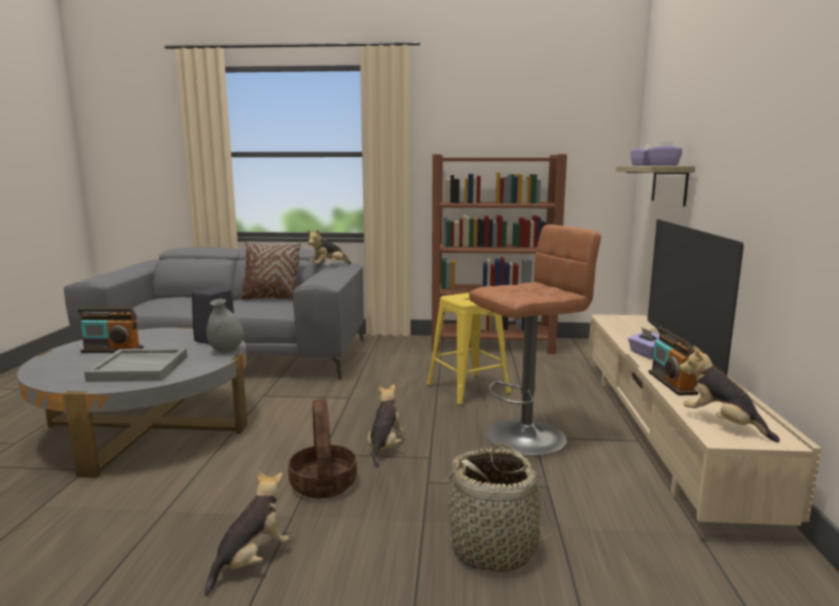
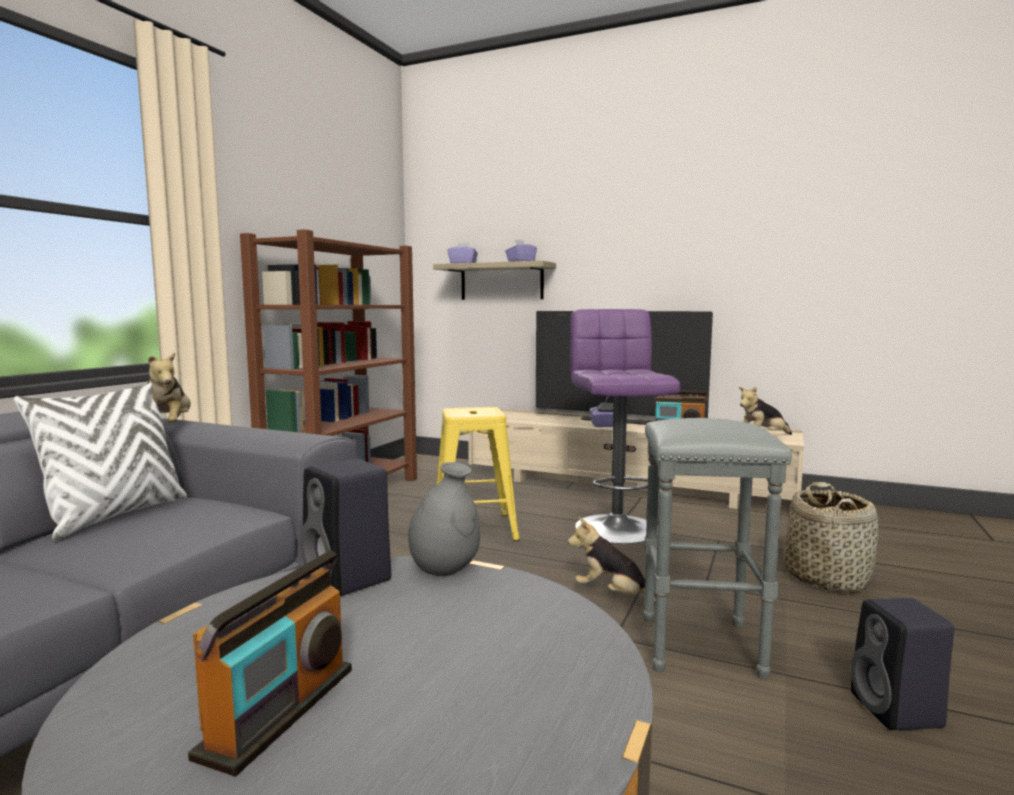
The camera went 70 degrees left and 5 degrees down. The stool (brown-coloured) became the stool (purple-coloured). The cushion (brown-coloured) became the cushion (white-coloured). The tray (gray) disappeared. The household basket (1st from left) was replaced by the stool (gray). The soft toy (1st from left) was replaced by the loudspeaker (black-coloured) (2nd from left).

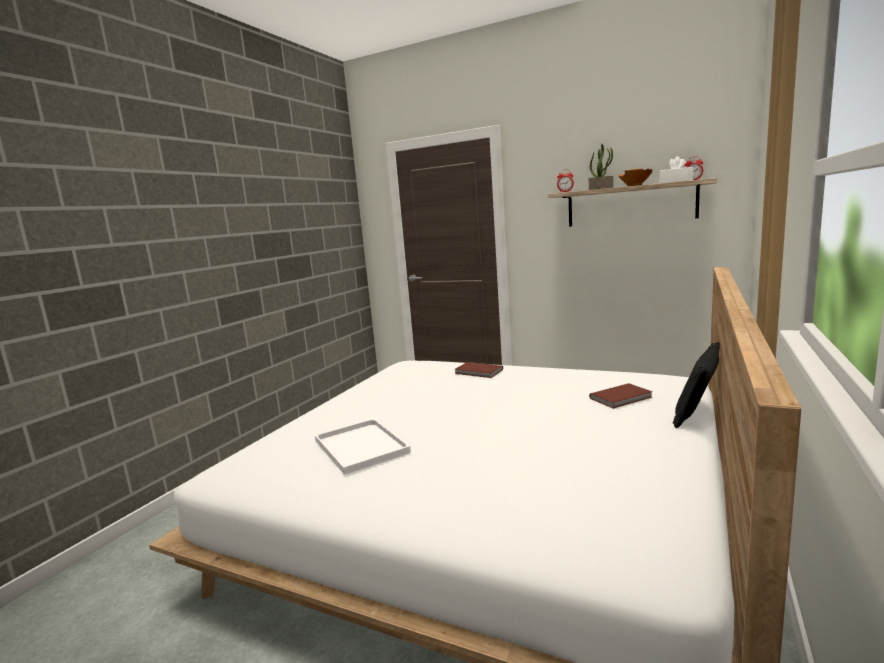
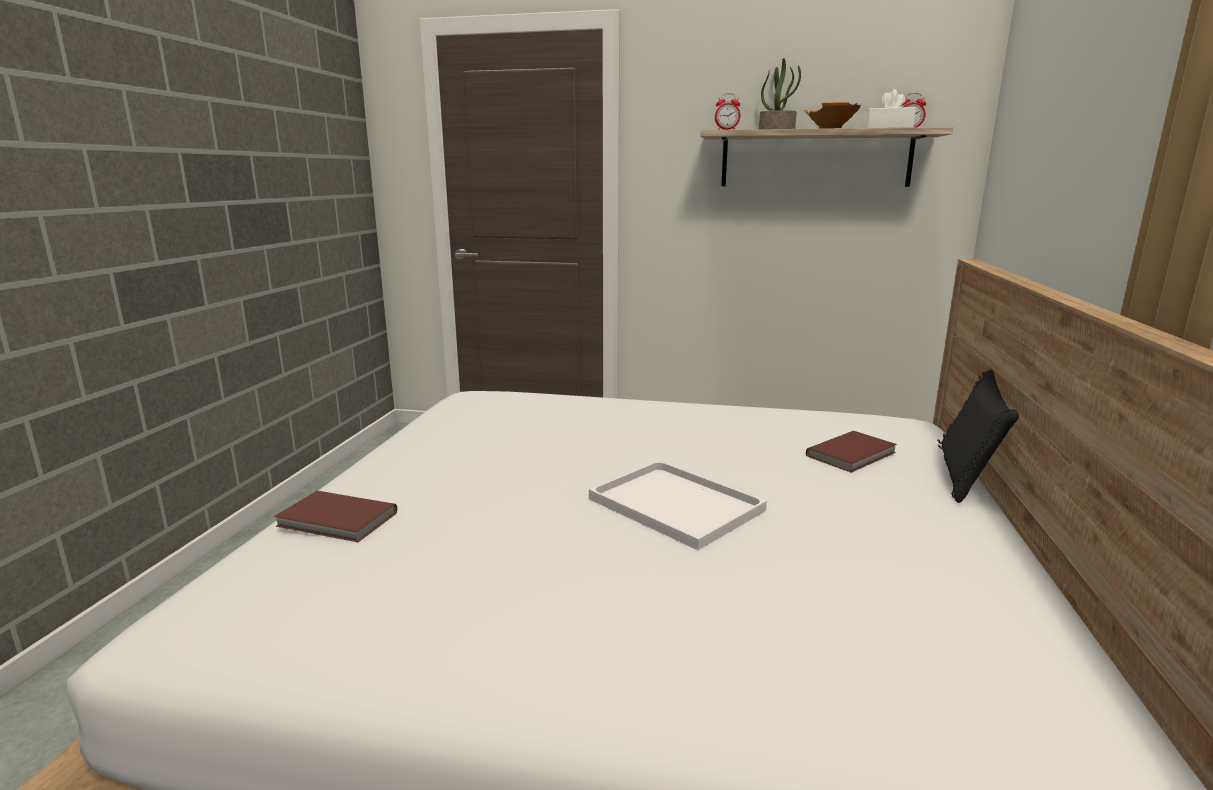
The camera went 15 degrees left and 5 degrees up. The bound book (brown-coloured) (1st from left) moved. The tray (white-coloured) moved.

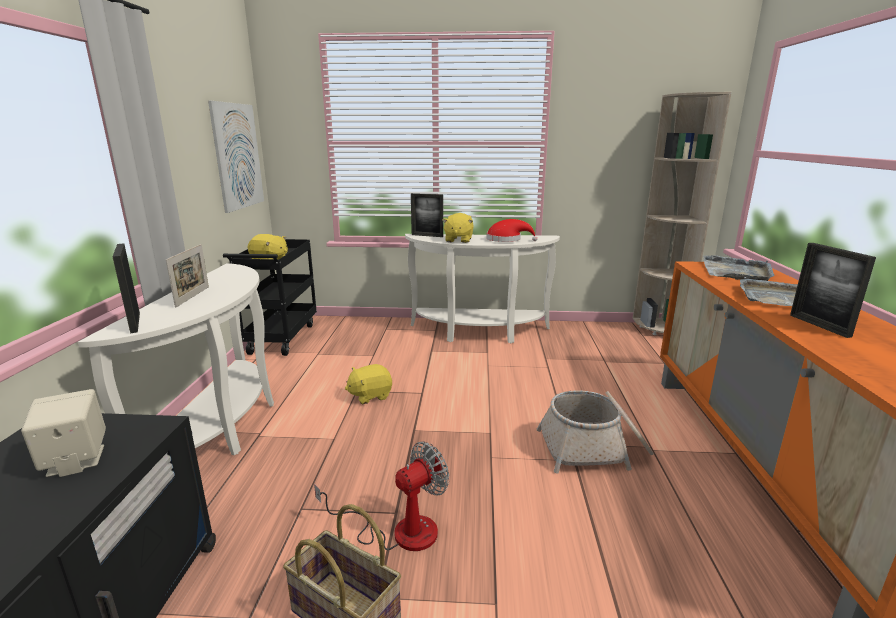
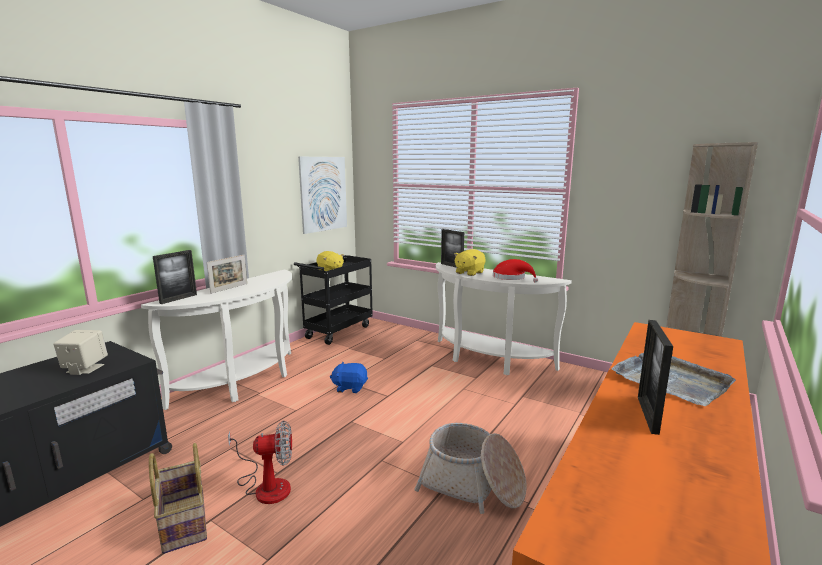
The camera went 30 degrees right and 5 degrees down. The picture frame (1st from left) turned 150 degrees counterclockwise. The tray (gray) (1st from left) disappeared. The soft toy (yellowish) (2nd from left) became the soft toy (blue-coloured).

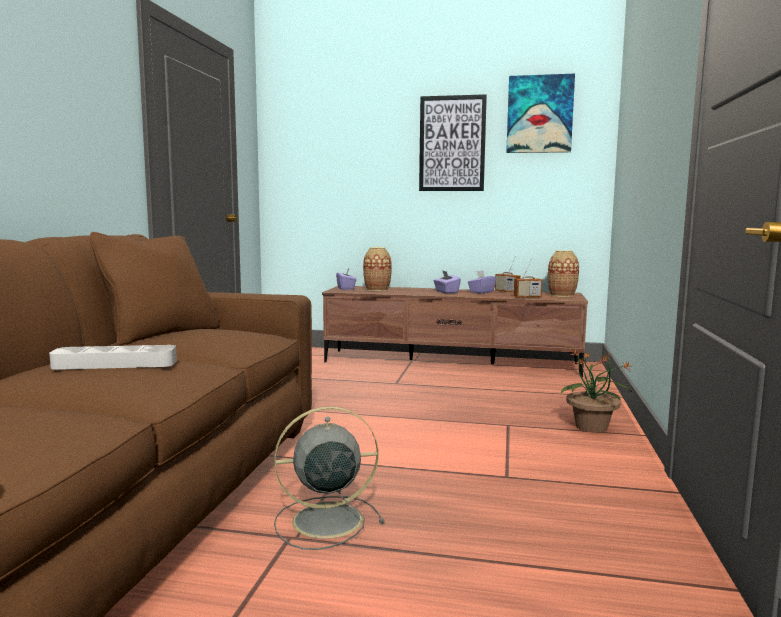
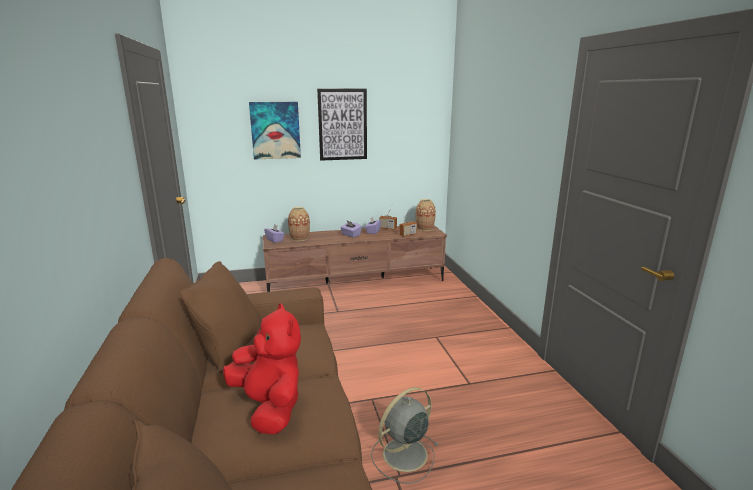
The camera went 25 degrees left and 10 degrees up. The wall art (2nd from left in the first image) moved. The tray (gray) was replaced by the soft toy (red). The potted plant disappeared.

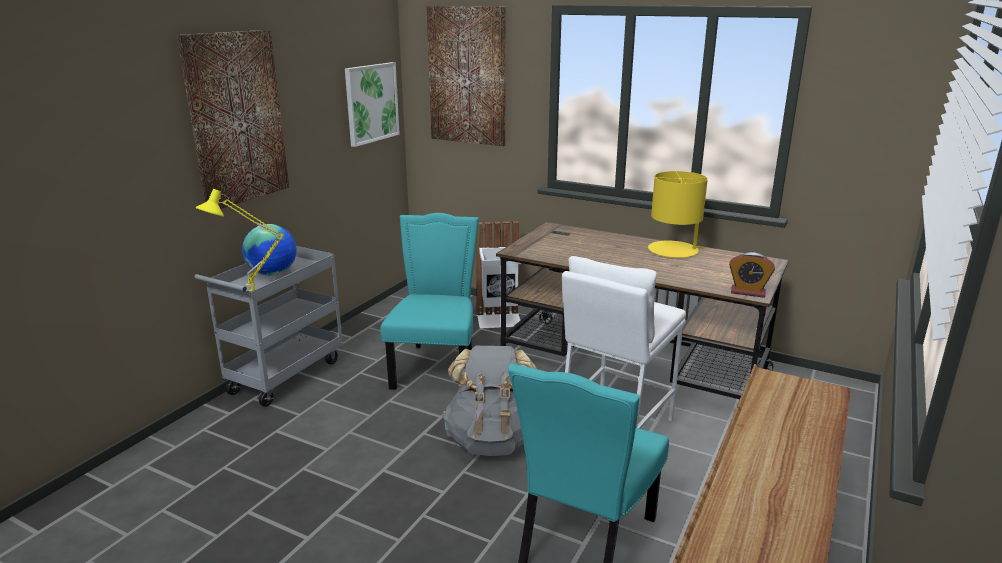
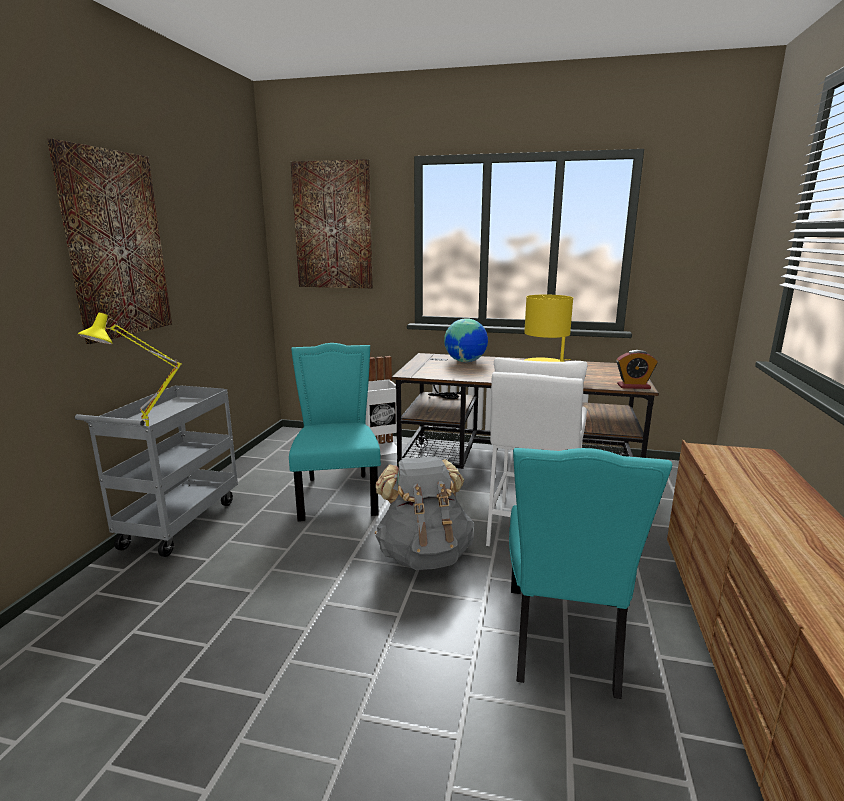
The camera went 15 degrees left and 5 degrees down. The wall art (2nd from left) disappeared. The desk globe moved.

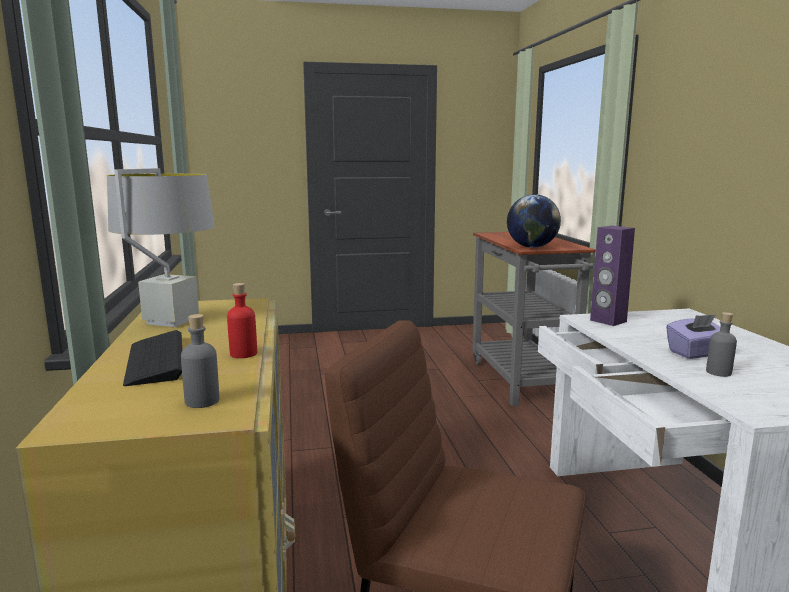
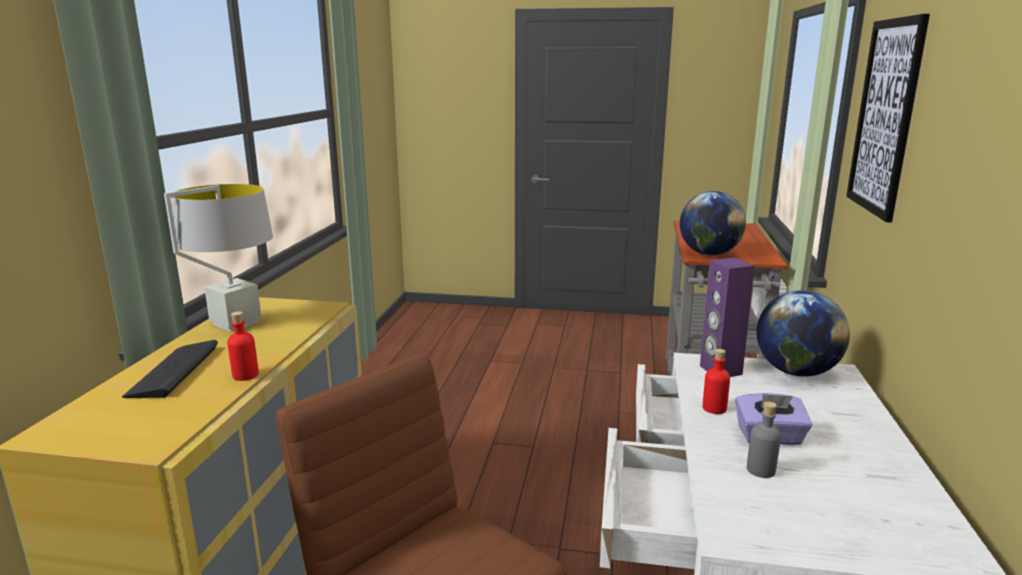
The camera went 20 degrees right and 5 degrees up. The beverage bottle (gray) (1st from left) disappeared. The wall art appeared. The desk globe (2nd from left) appeared. The beverage bottle (red) (2nd from left) appeared.

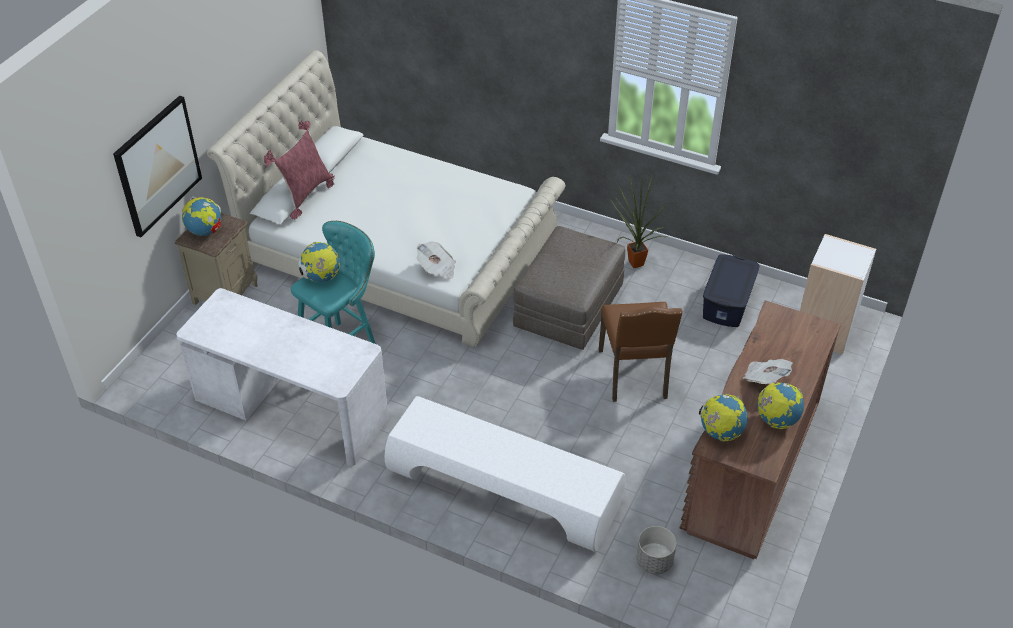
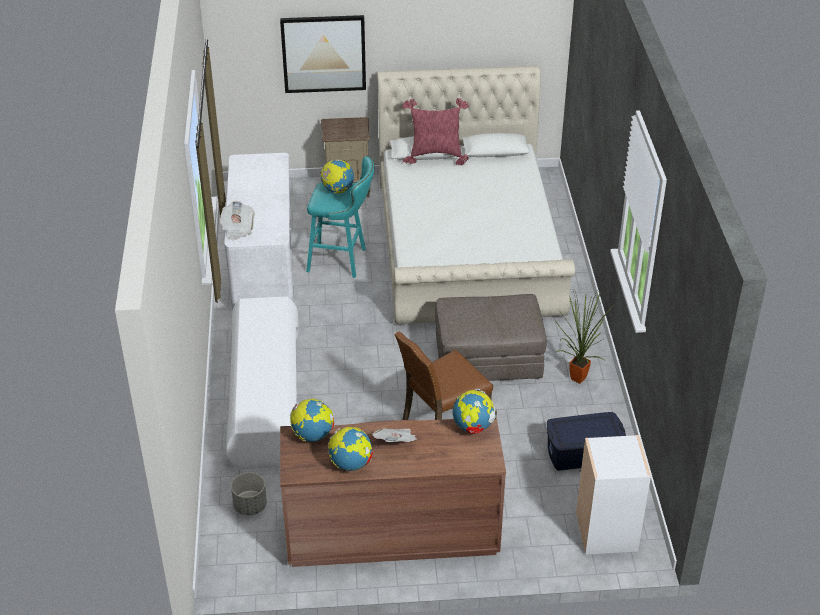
The camera went 60 degrees right and 5 degrees down. The desk globe (1st from left in the first image) moved. The printed paper (1st from left) moved.

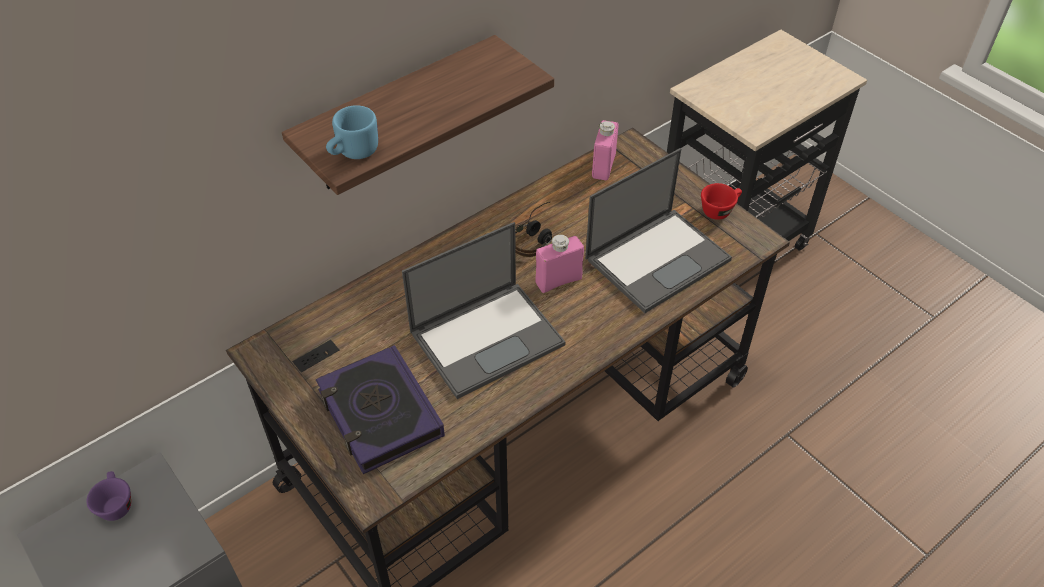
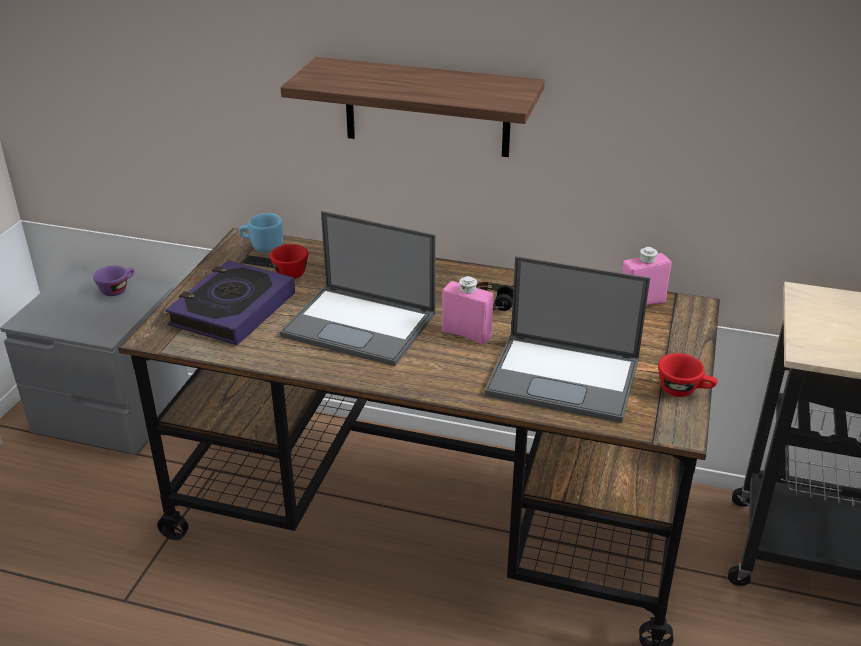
The camera went 55 degrees right and 15 degrees down. The tea mug (blue-coloured) moved. The drinking cup (red) (1st from left) appeared.

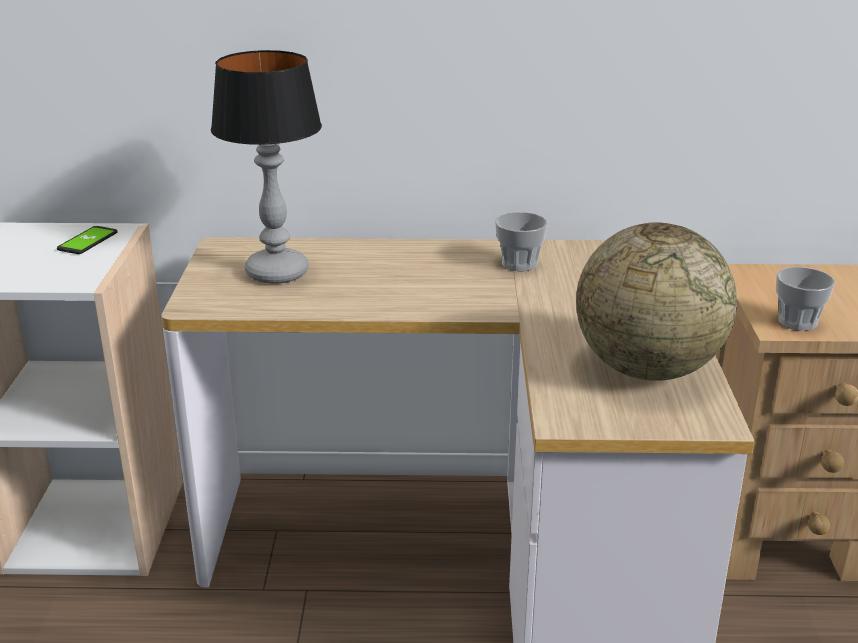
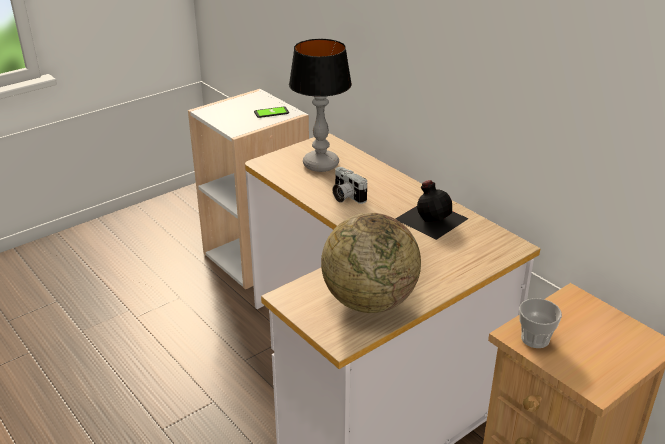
The camera went 50 degrees right and 5 degrees up. The drinking cup (1st from left) was replaced by the beverage bottle (black-coloured). The still camera appeared.

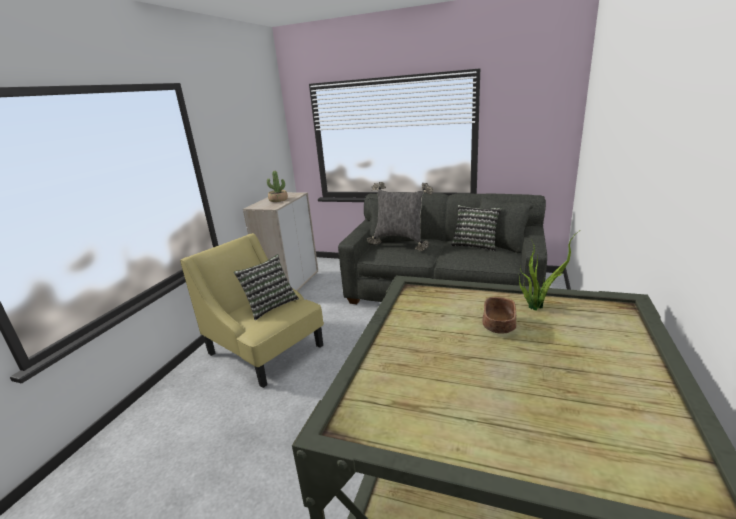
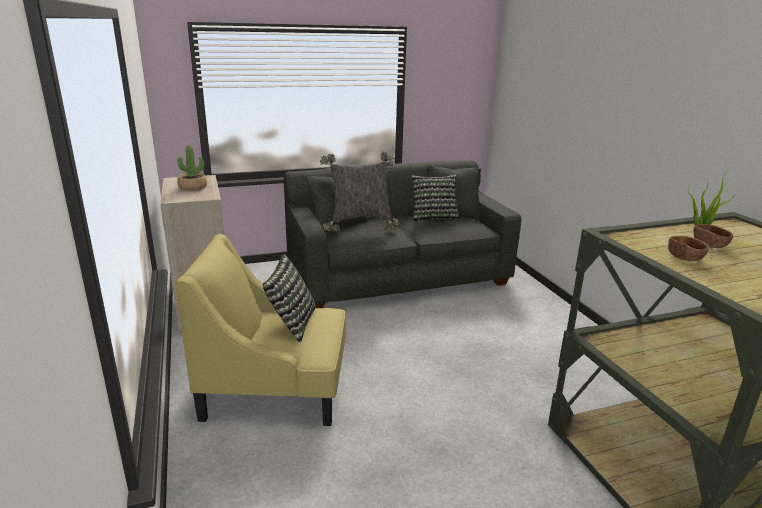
The camera went 40 degrees left and 0 degrees up. The serving bowl (brown-coloured) (1st from left) appeared.

